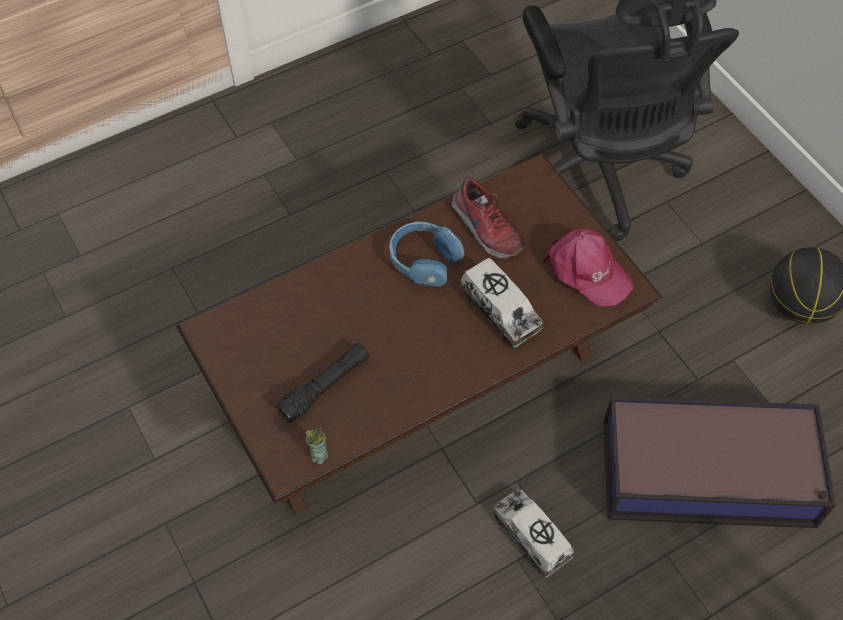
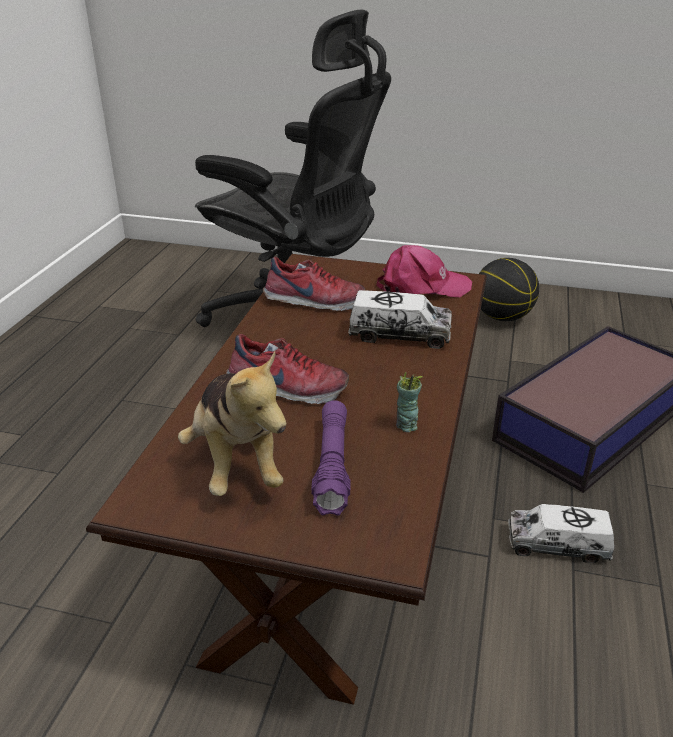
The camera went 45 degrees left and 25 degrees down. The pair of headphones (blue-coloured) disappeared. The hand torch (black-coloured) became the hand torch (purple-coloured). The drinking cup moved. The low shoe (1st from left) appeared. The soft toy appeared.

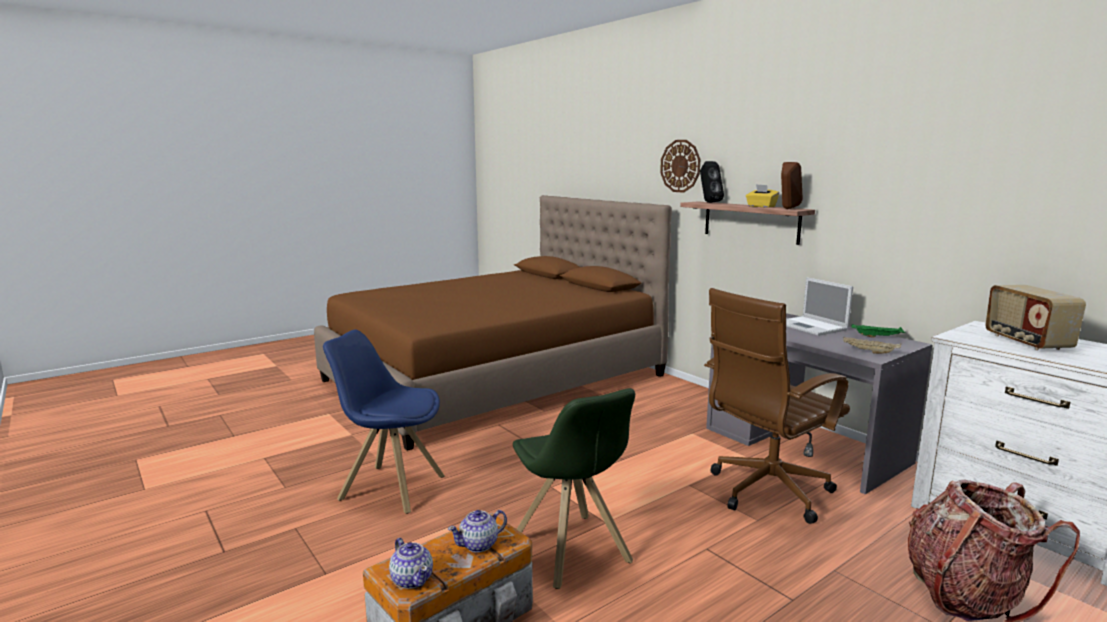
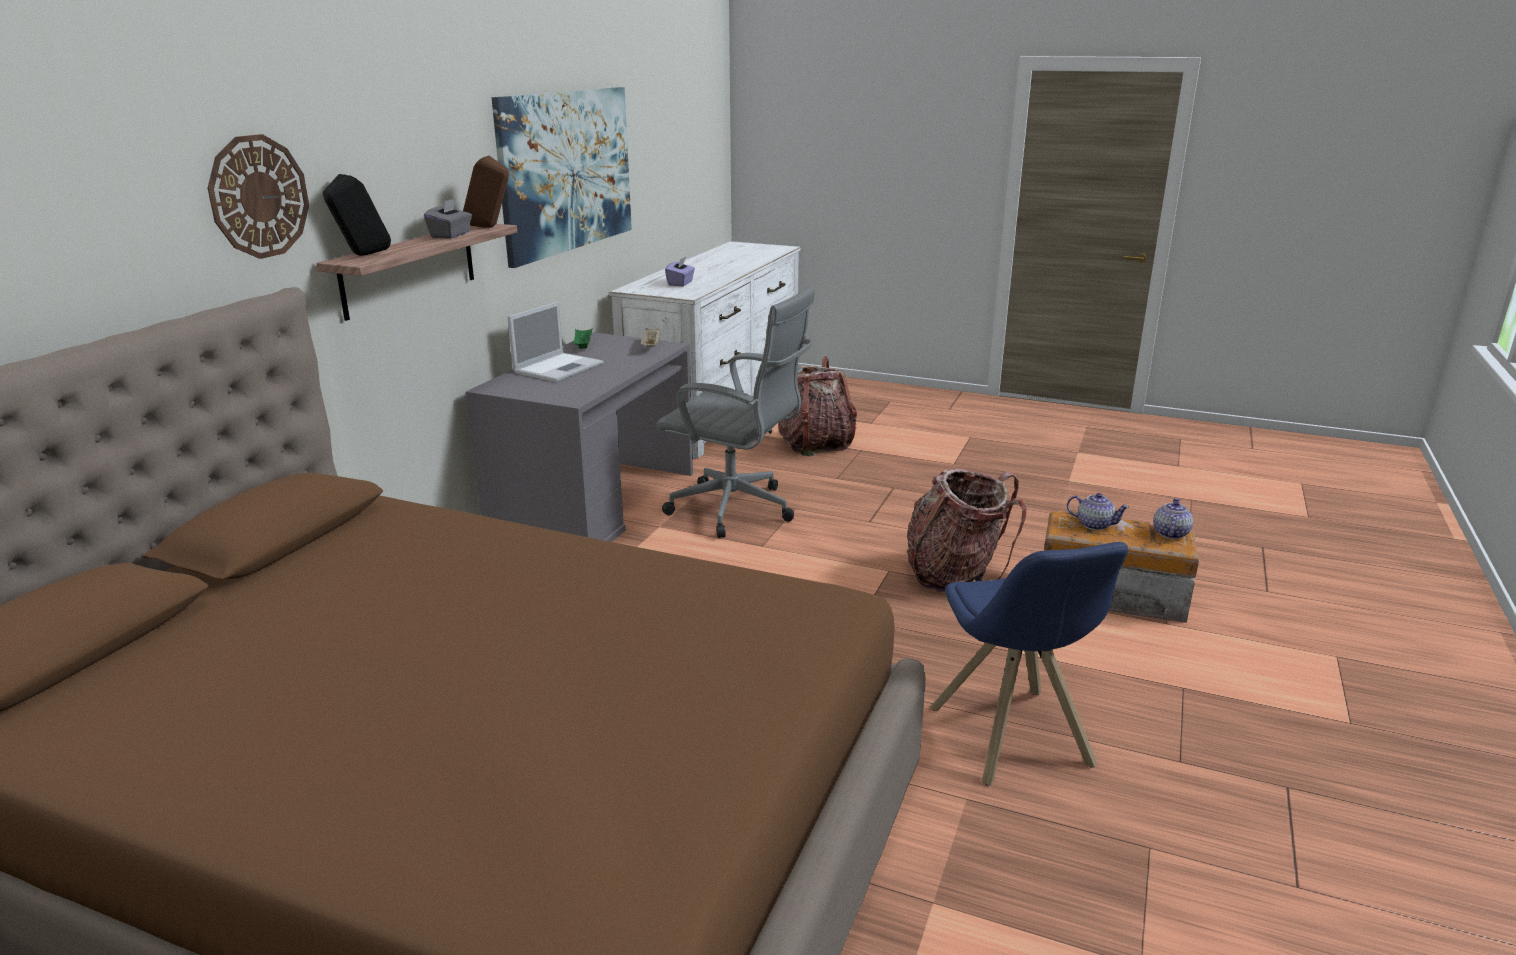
The camera went 120 degrees left and 10 degrees up. The box of tissues (yellowish) became the box of tissues (gray). The radio was replaced by the box of tissues (purple-coloured). The desk chair (brown-coloured) became the desk chair (gray). The chair (green-coloured) was replaced by the knapsack (2nd from left). The wall art appeared.

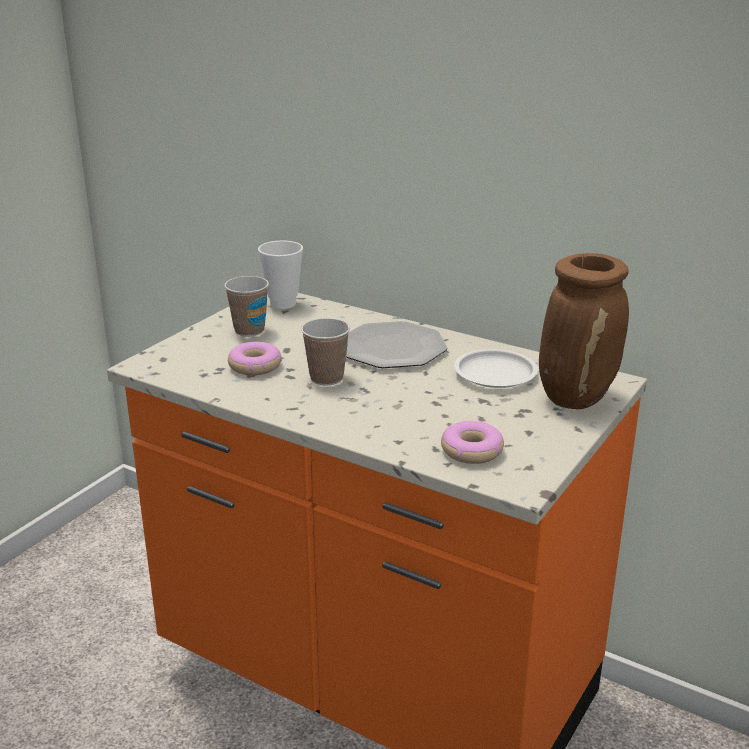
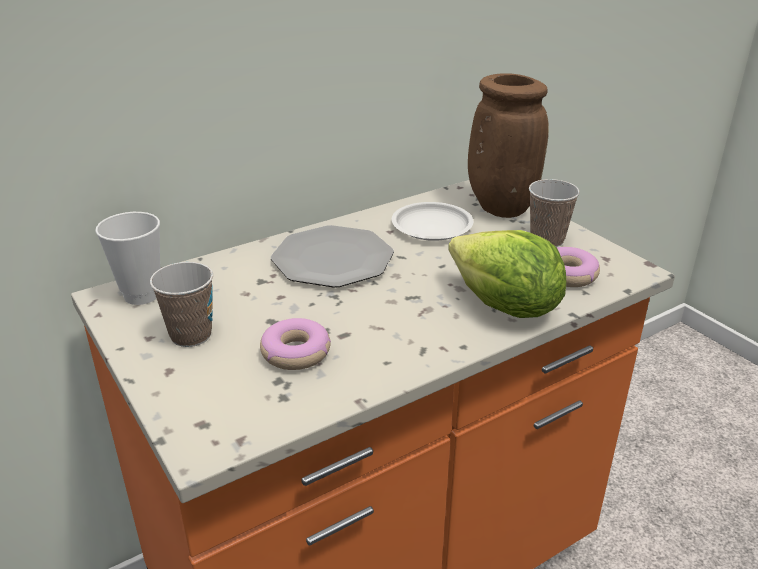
The camera went 65 degrees left and 5 degrees up. The drinking cup (3rd from left) moved. The lettuce head appeared.

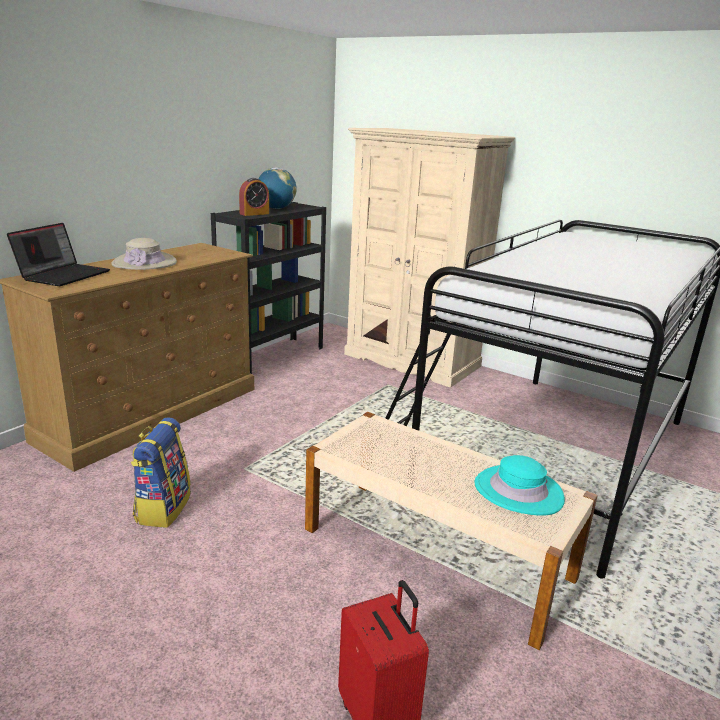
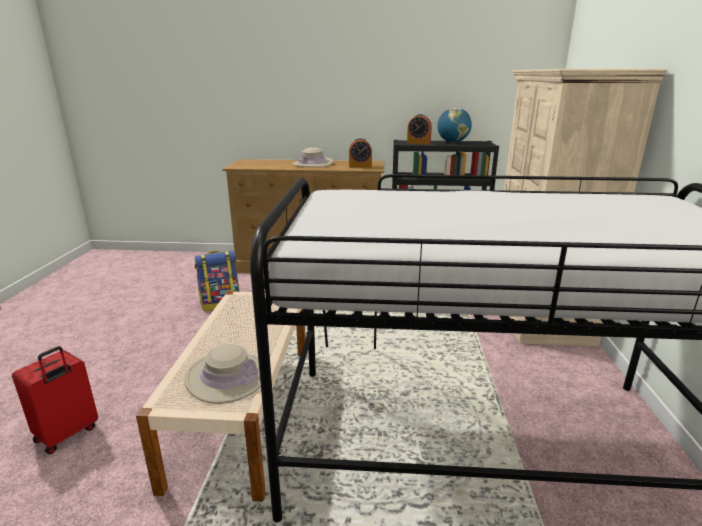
The camera went 60 degrees right and 0 degrees up. The portable computer disappeared. The clothing hat (blue-green) became the clothing hat (beige-coloured) (1st from left). The alarm clock (1st from left) appeared.

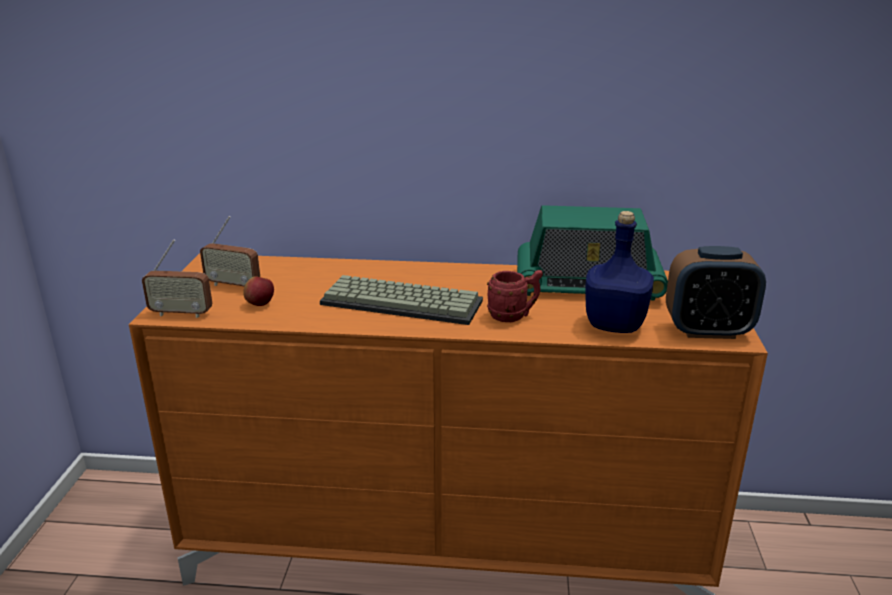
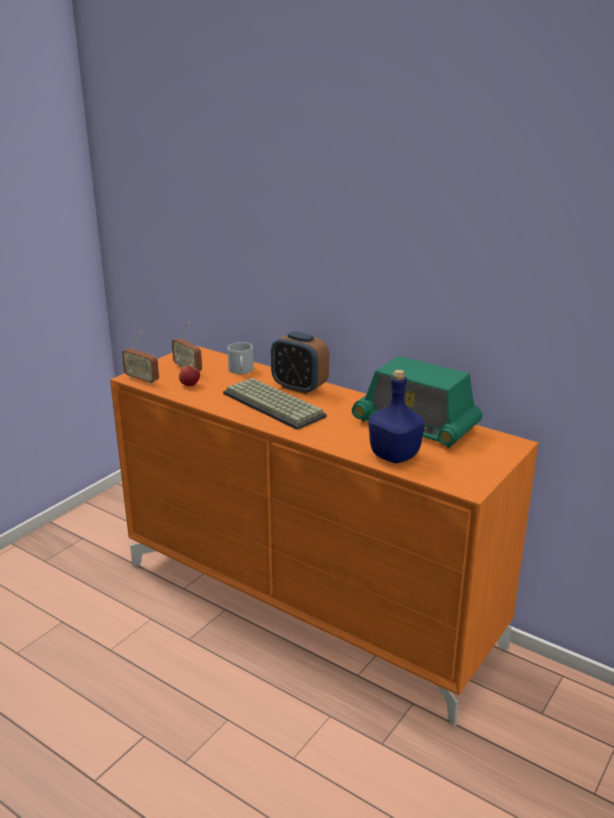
The camera went 30 degrees right and 0 degrees up. The alarm clock moved. The tea mug (red) disappeared. The tea mug (gray) appeared.

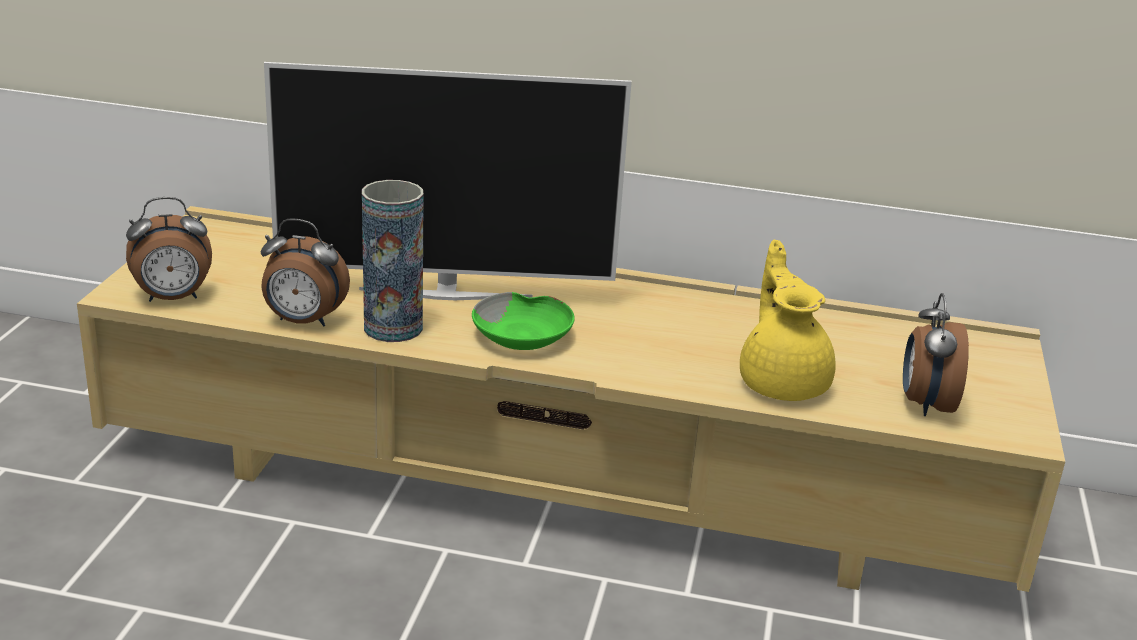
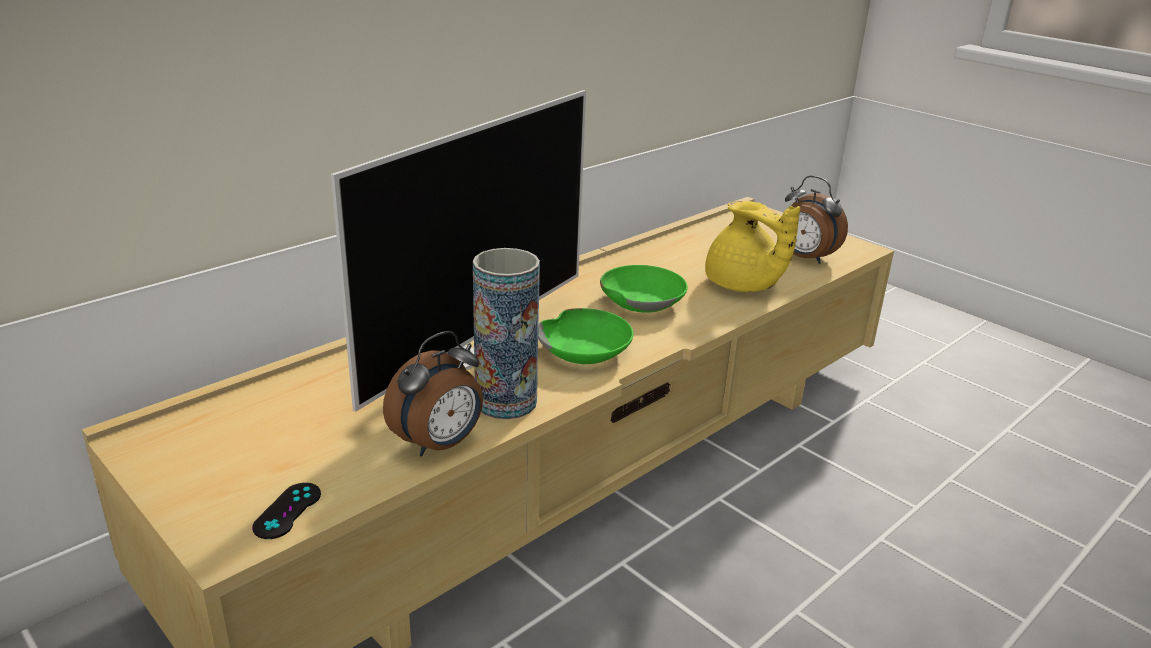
The camera went 55 degrees left and 0 degrees up. The alarm clock (1st from left) was replaced by the game controller (black-coloured). The teapot (yellowish) turned 150 degrees counterclockwise. The serving bowl (green-coloured) (2nd from left) appeared.

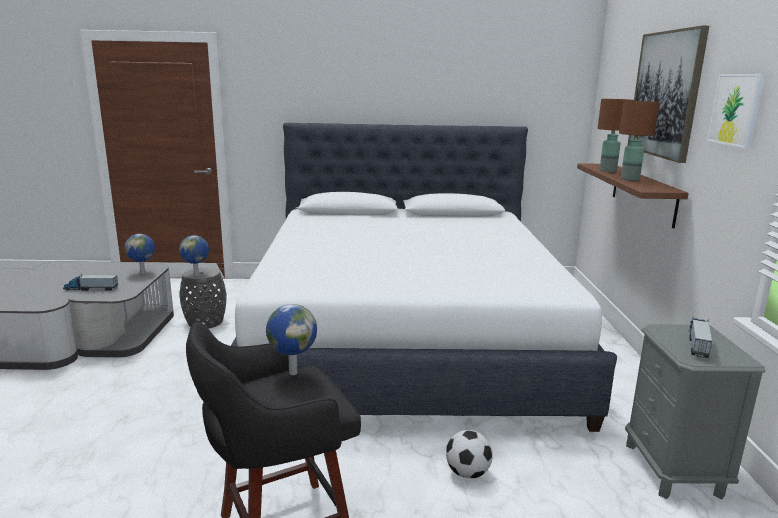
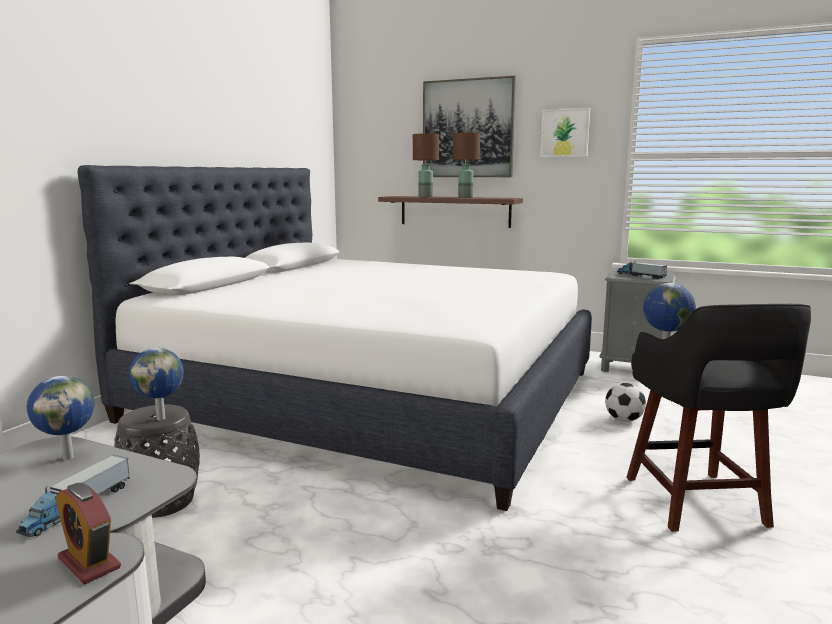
The camera went 65 degrees left and 5 degrees down. The alarm clock appeared.

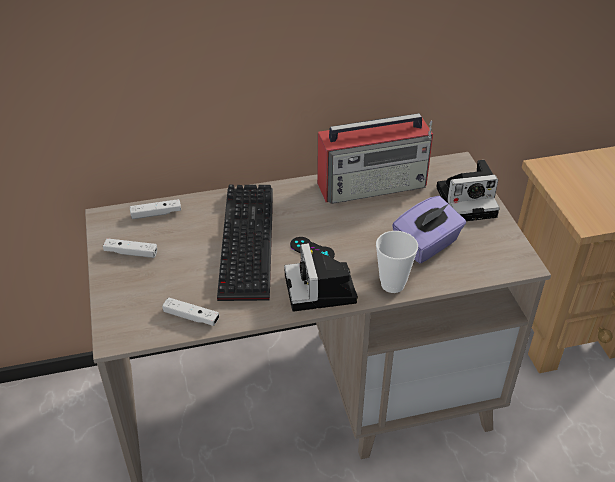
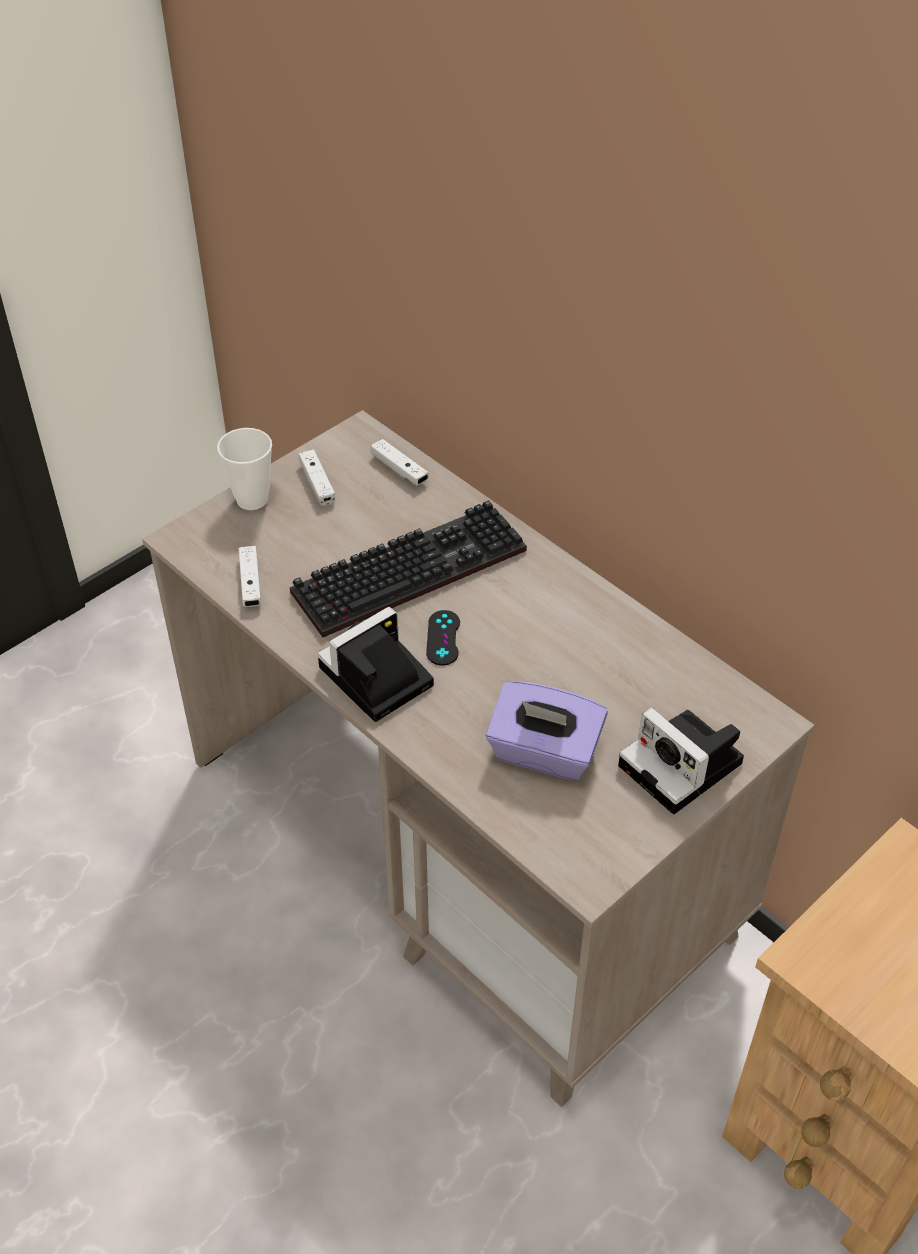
The camera went 60 degrees right and 5 degrees up. The radio disappeared. The drinking cup moved.

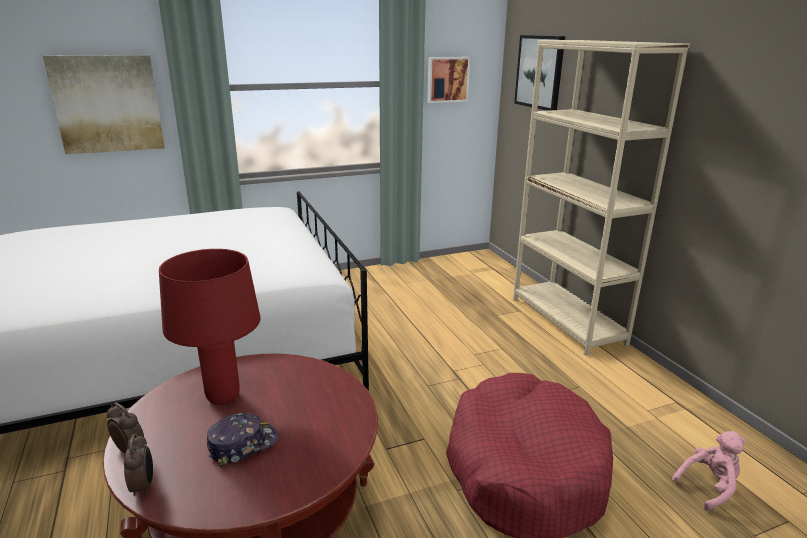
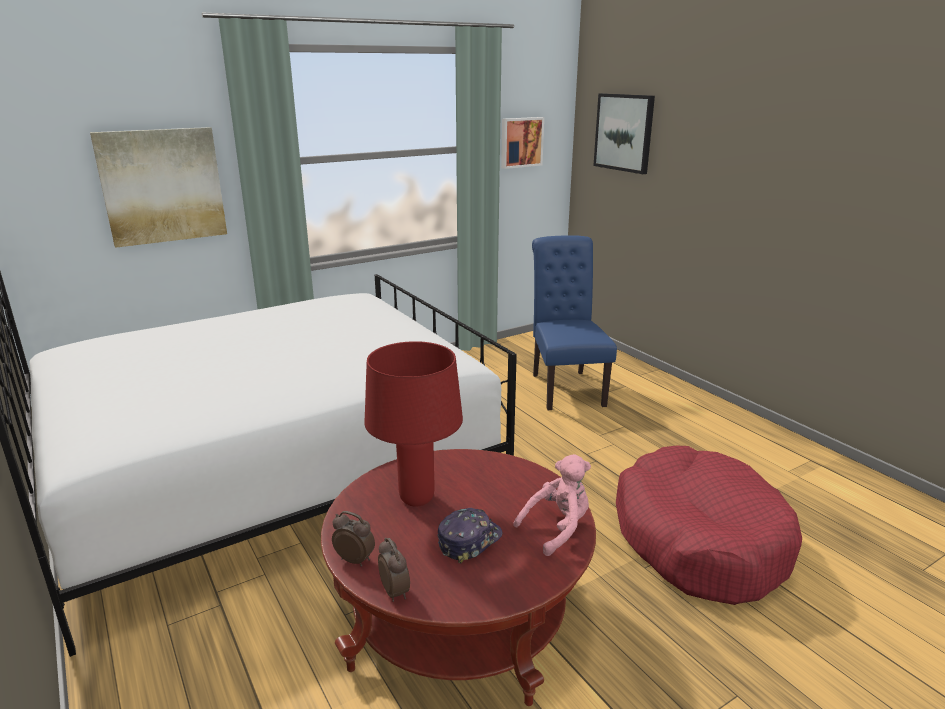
The camera went 10 degrees left and 0 degrees up. The shelving unit (beige-coloured) disappeared. The soft toy (pinkish) moved. The chair (blue-coloured) appeared.

